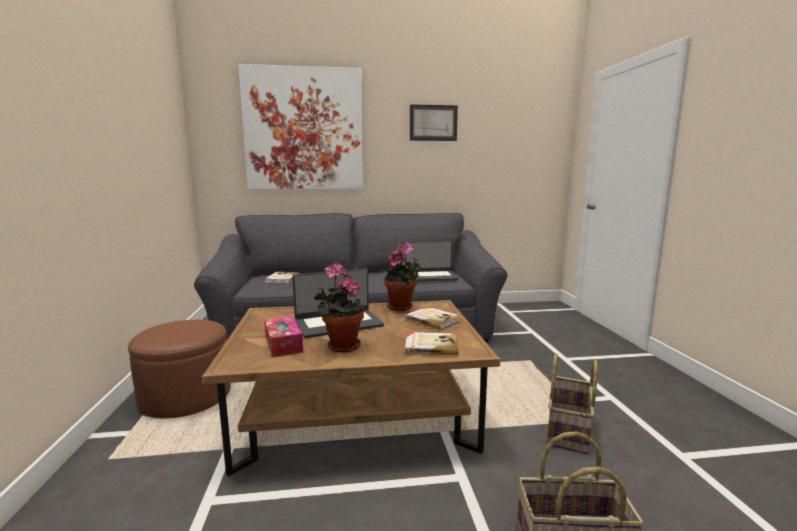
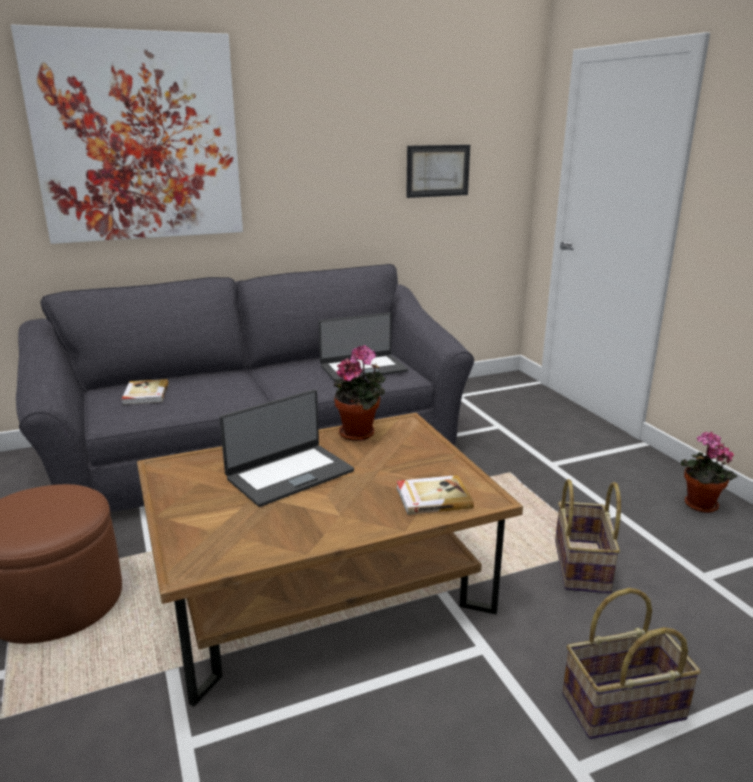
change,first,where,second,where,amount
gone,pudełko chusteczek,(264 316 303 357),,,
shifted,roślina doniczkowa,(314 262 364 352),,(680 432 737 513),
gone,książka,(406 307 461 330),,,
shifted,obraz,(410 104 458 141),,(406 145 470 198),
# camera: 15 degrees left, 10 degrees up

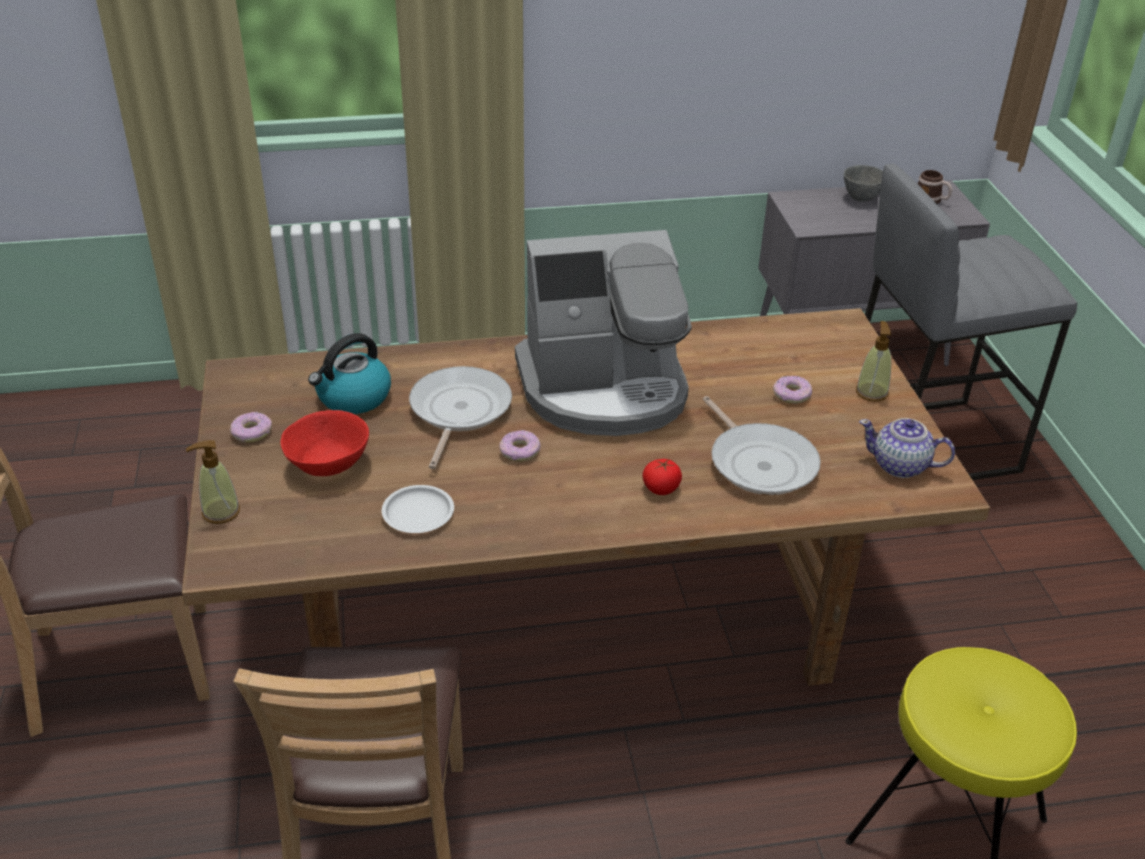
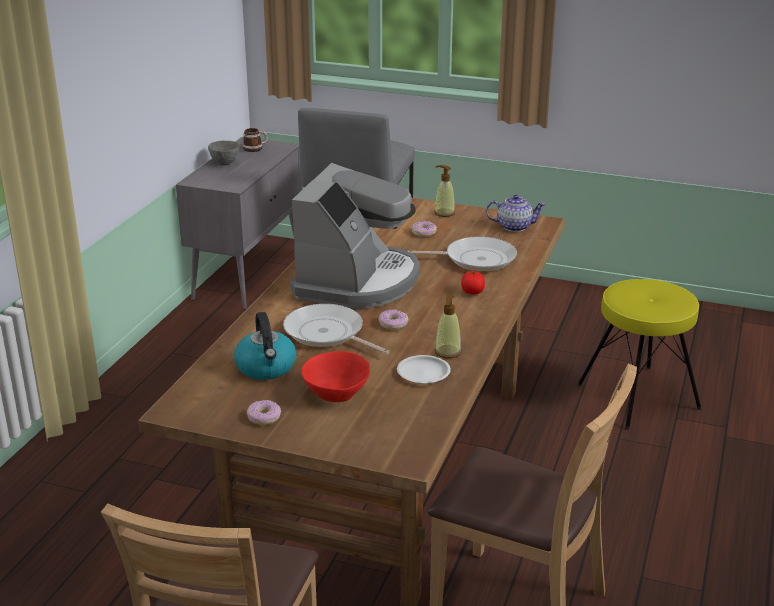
change,first,where,second,where,amount
shifted,dozownik mydła,(186 440 240 524),,(435 295 461 358),
rotated,imbryk,(859 418 955 478),,(486 195 546 232),135 degrees counterclockwise
# camera: 60 degrees left, 10 degrees down

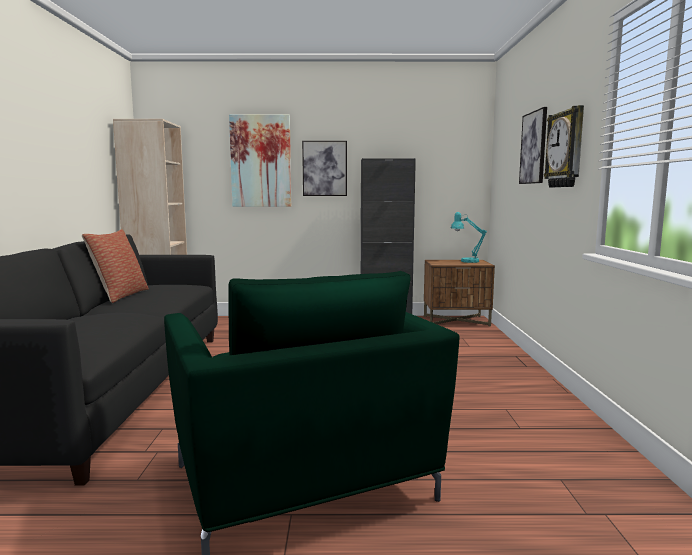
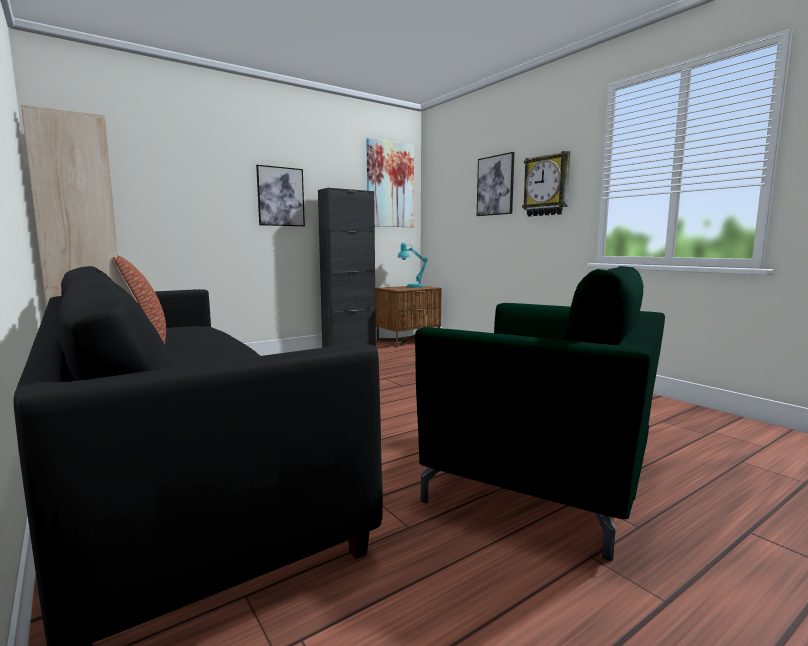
change,first,where,second,where,amount
shifted,obraz,(229 115 291 207),,(367 138 414 227),
# camera: 35 degrees left, 0 degrees up

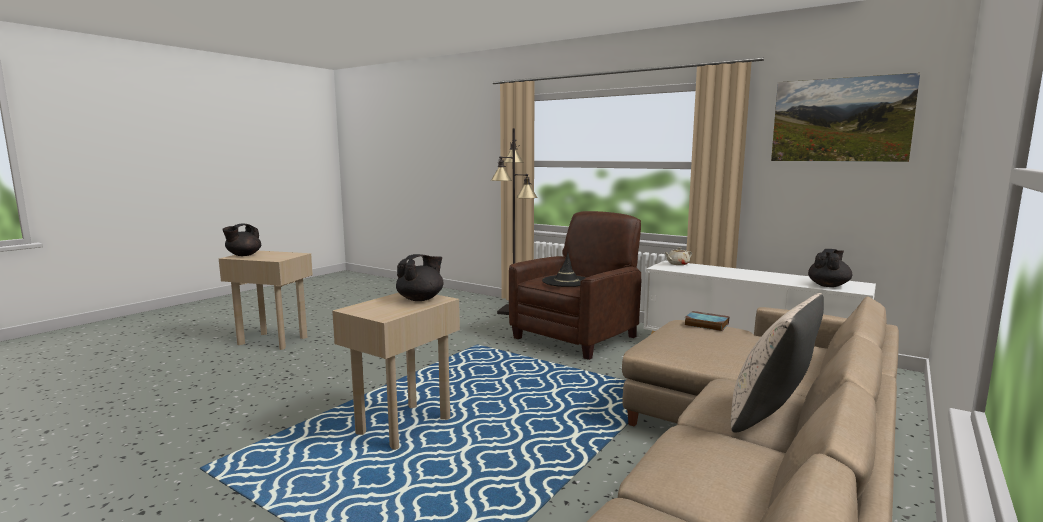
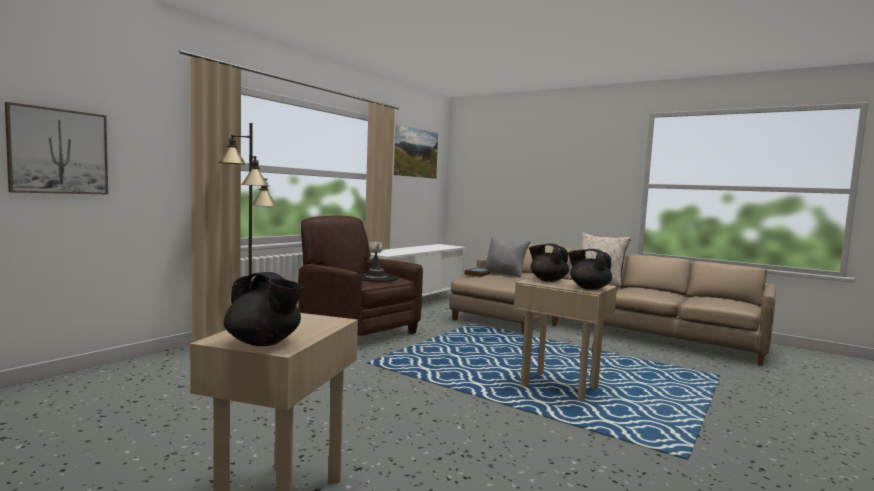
change,first,where,second,where,amount
shifted,imbryk/czarny,(808 249 852 287),,(568 249 612 290),
new,,,obraz,(5 102 108 194),
new,,,poduszka/szary,(484 237 531 277),
# camera: 90 degrees left, 5 degrees down

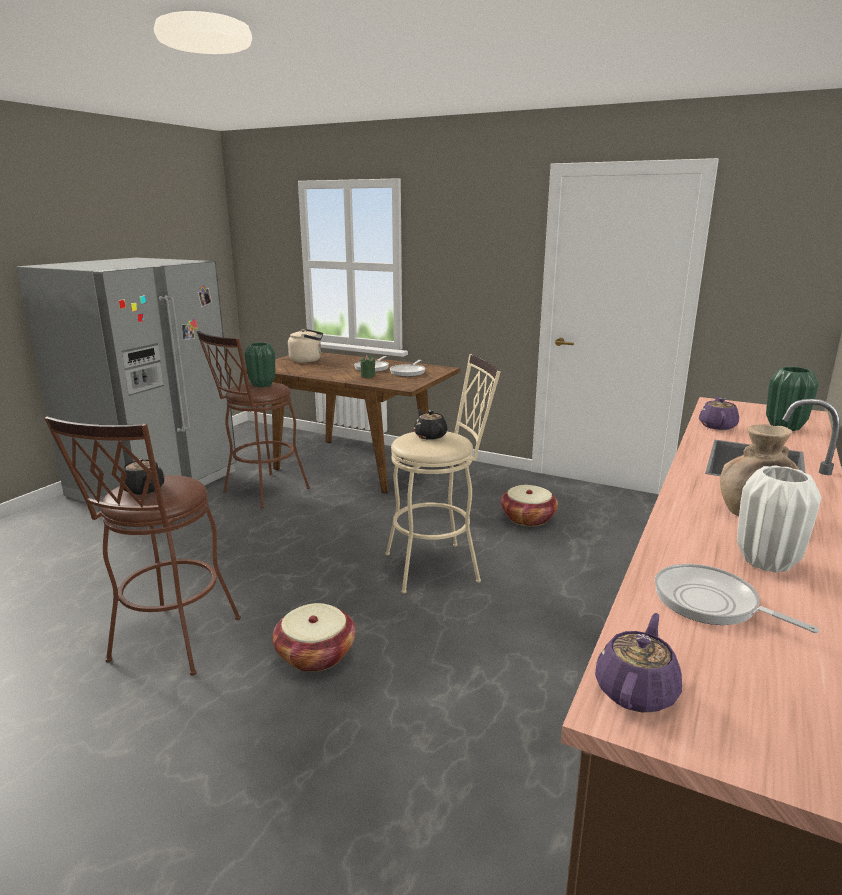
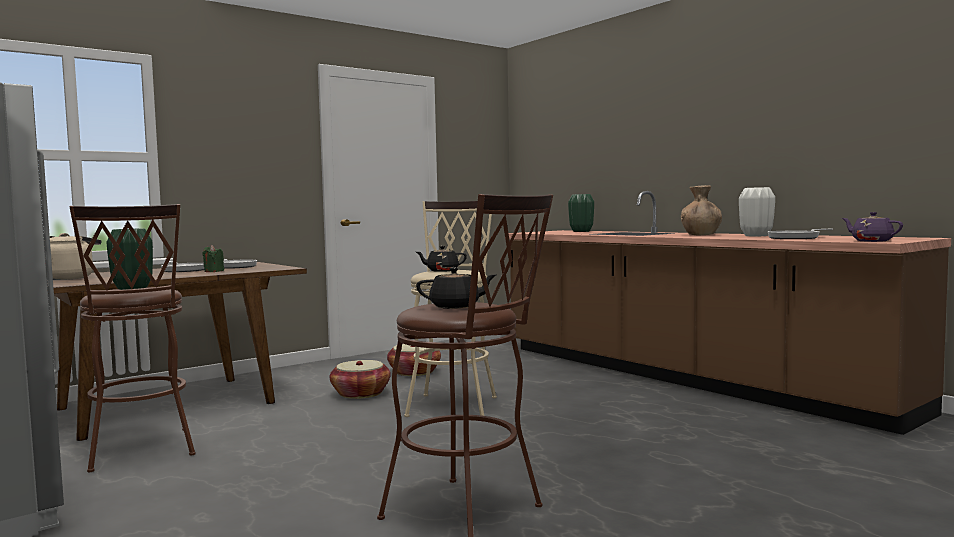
change,first,where,second,where,amount
shifted,koszyk,(273 603 356 672),,(330 360 391 399),
gone,imbryk/fioletowy,(699 396 739 430),,,
# camera: 65 degrees left, 15 degrees down

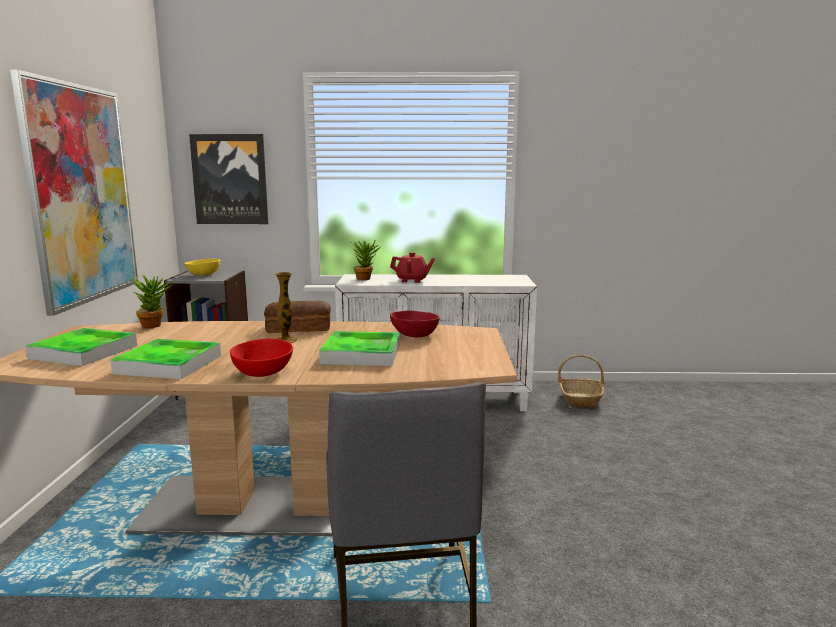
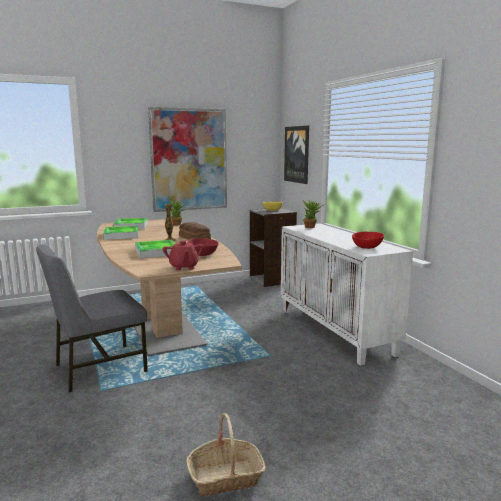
change,first,where,second,where,amount
shifted,miska/czerwony,(230 339 293 377),,(352 232 384 249),
shifted,imbryk/czerwony,(390 252 435 283),,(163 241 204 270),
shifted,koszyk,(558 355 605 408),,(186 413 266 496),
# camera: 65 degrees right, 0 degrees up

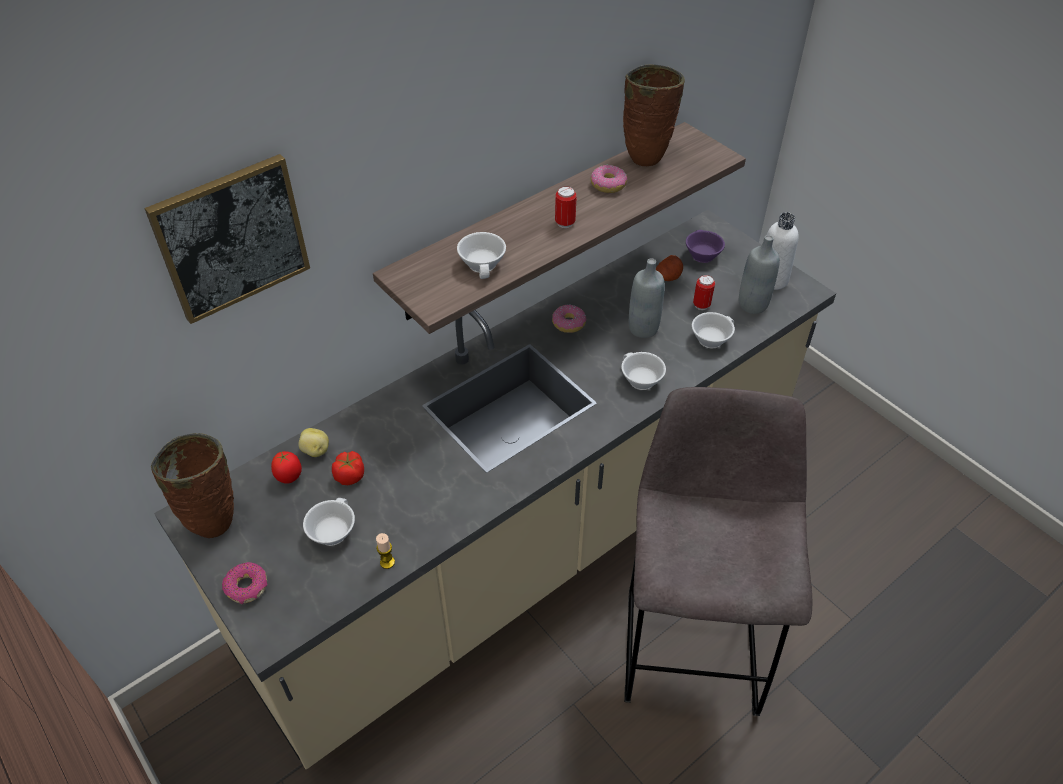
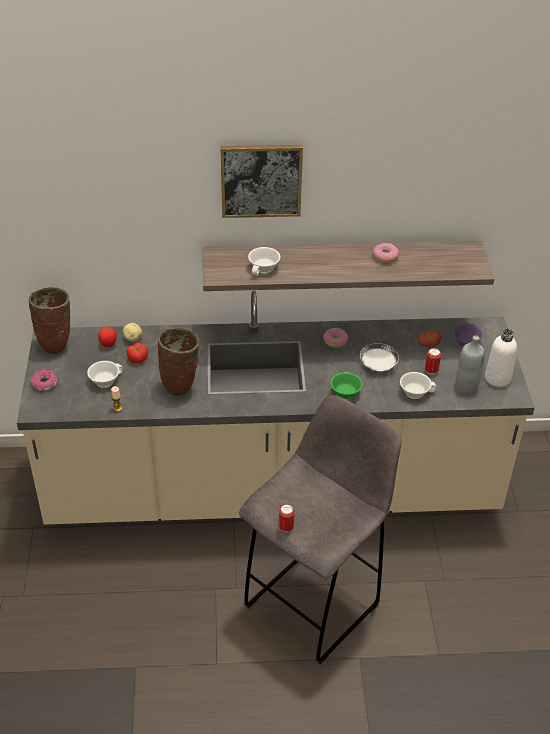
change,first,where,second,where,amount
shifted,obraz,(144 154 310 324),,(220 145 303 218),
shifted,puszka,(555 186 576 228),,(279 504 294 532),
repainted,filiżanka/biały,(621 352 666 390),filiżanka/zielony,(331 372 362 400),
shifted,wazon/brązowy,(623 64 685 166),,(158 328 199 396),
swapped,butelka/szary,(629 258 665 338),talerz/biały,(360 343 399 371),
# camera: 35 degrees right, 5 degrees down

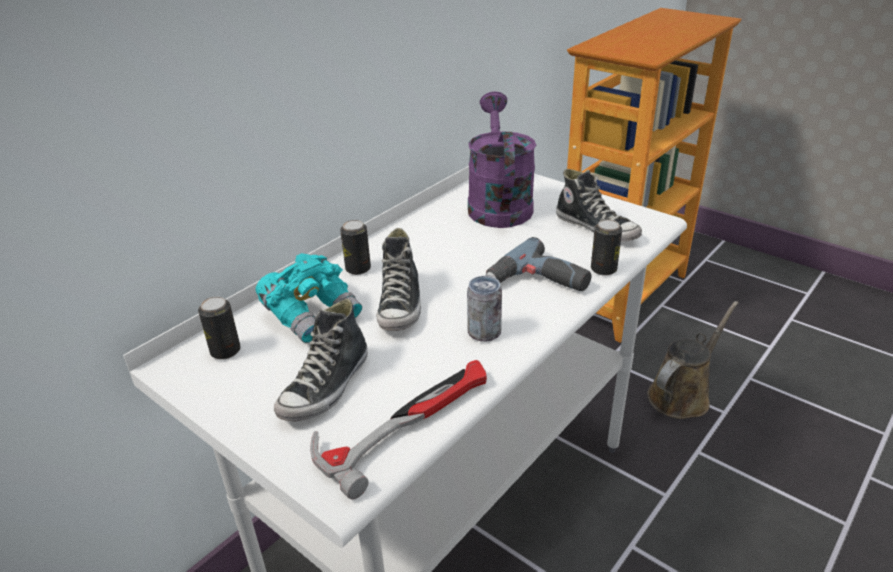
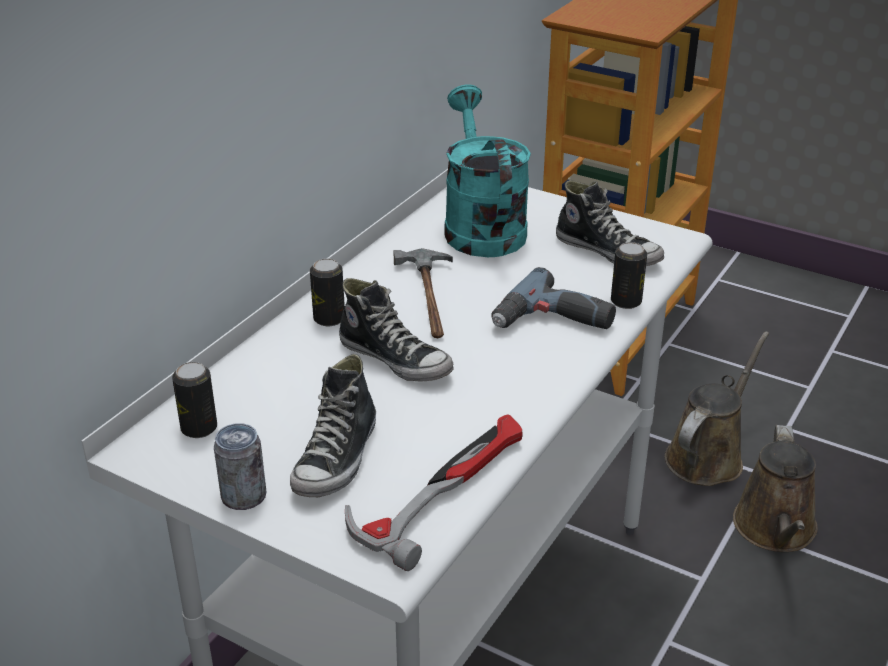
change,first,where,second,where,amount
gone,lornetka/turkusowy,(255 253 362 343),,,
rotated,but,(376 228 421 331),,(339 278 454 382),45 degrees counterclockwise
shifted,puszka,(467 276 502 342),,(214 423 266 510),
repainted,konewka/fioletowy,(468 91 536 228),konewka/turkusowy,(444 84 531 257),
new,,,młotek,(393 248 453 338),
new,,,konewka/brązowy,(733 425 818 552),
# camera: 10 degrees left, 0 degrees up

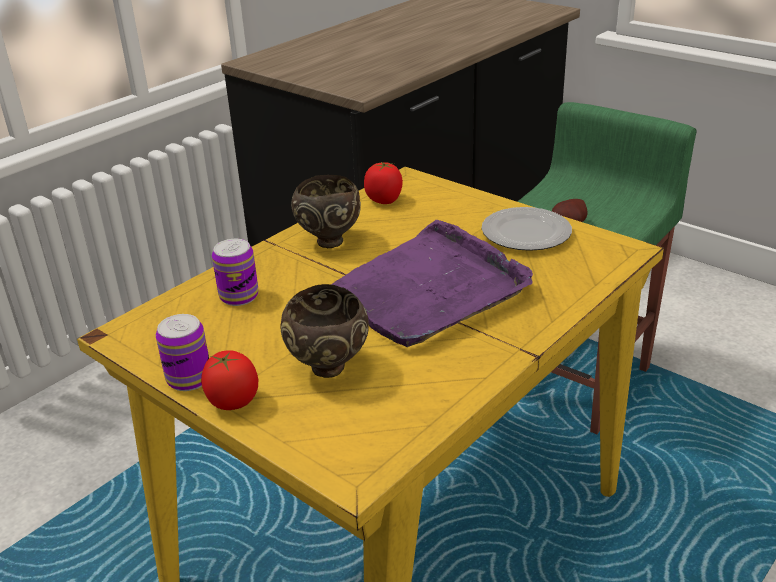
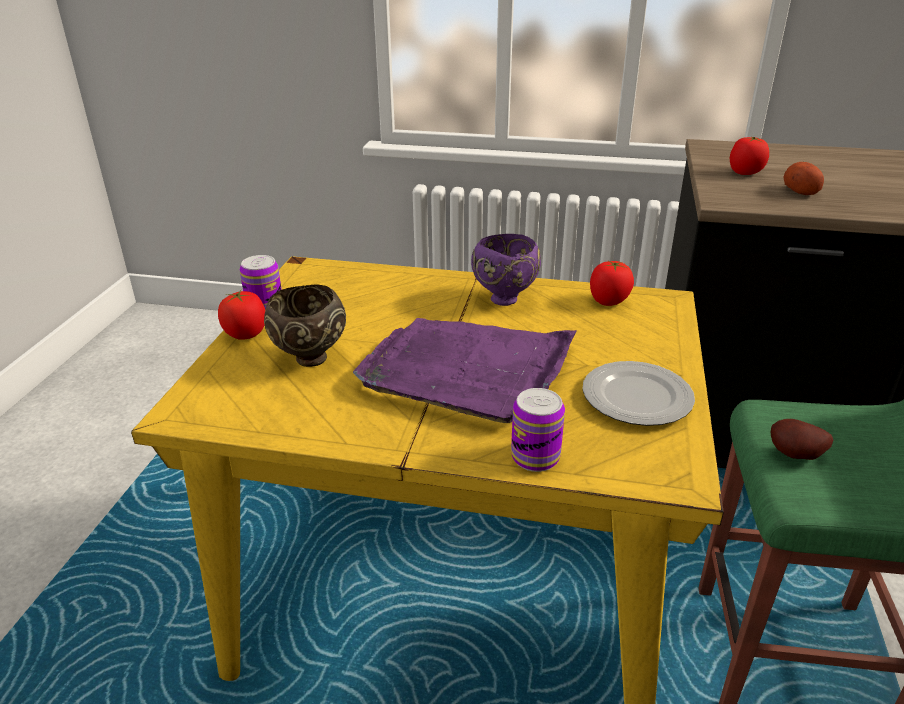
change,first,where,second,where,amount
shifted,puszka,(212 239 258 306),,(511 388 565 472),
repainted,miska/brązowy,(291 175 361 248),miska/fioletowy,(471 234 541 306),
new,,,pomidor,(730 136 769 175),
new,,,ziemniak,(784 162 824 195),
# camera: 60 degrees right, 0 degrees up

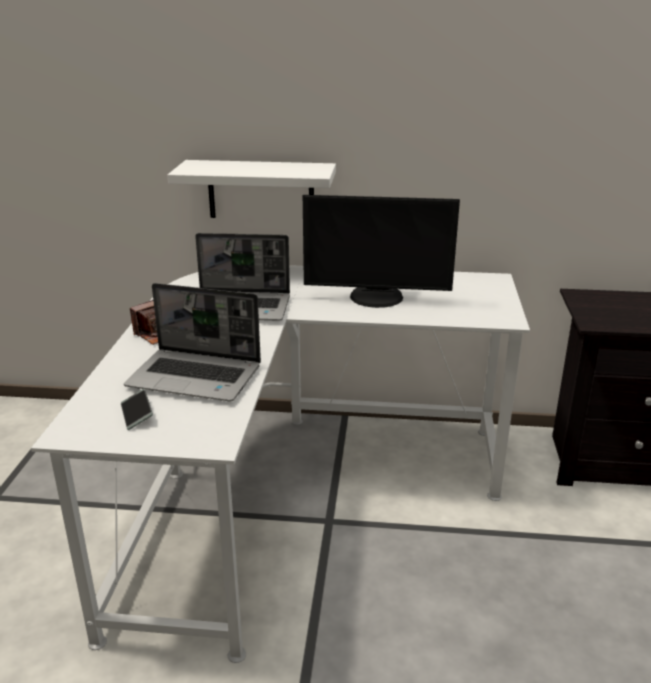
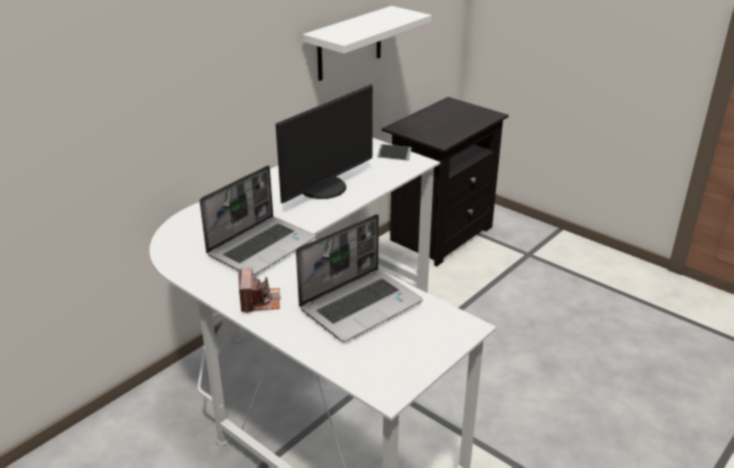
change,first,where,second,where,amount
shifted,telefon,(121 389 153 430),,(377 144 412 160),
shifted,półka/biały,(167 160 336 218),,(303 6 432 81),
# camera: 55 degrees left, 5 degrees up

